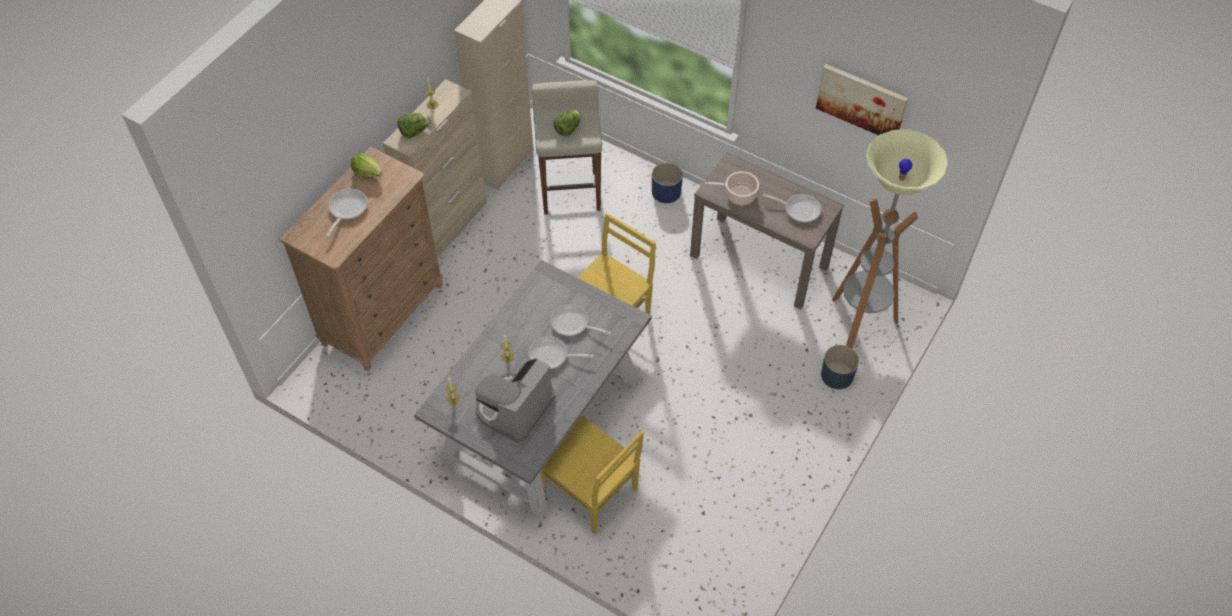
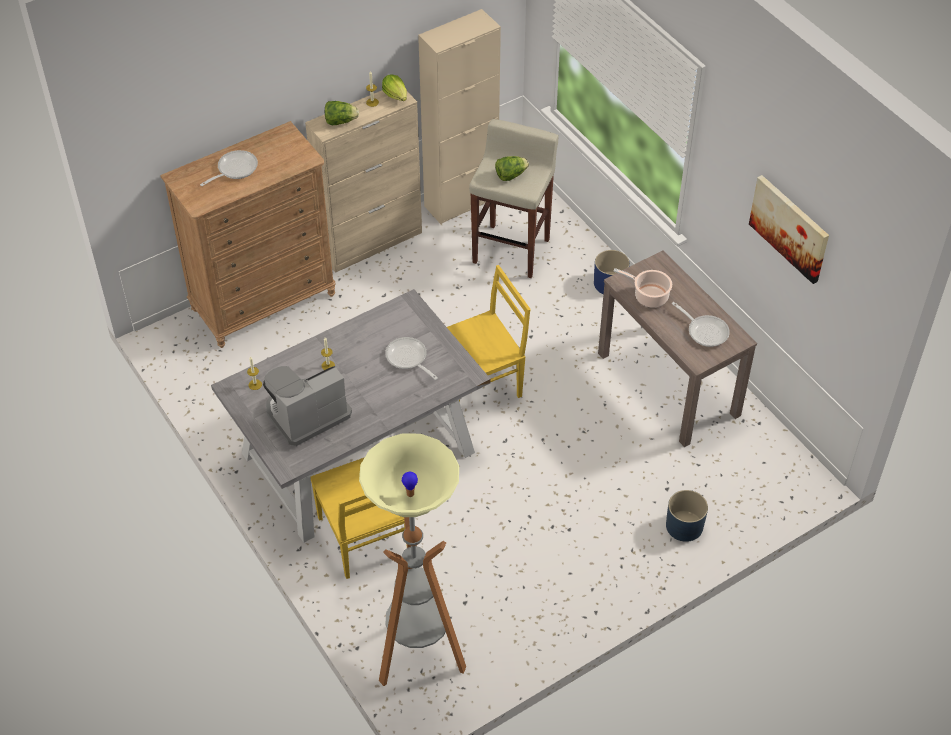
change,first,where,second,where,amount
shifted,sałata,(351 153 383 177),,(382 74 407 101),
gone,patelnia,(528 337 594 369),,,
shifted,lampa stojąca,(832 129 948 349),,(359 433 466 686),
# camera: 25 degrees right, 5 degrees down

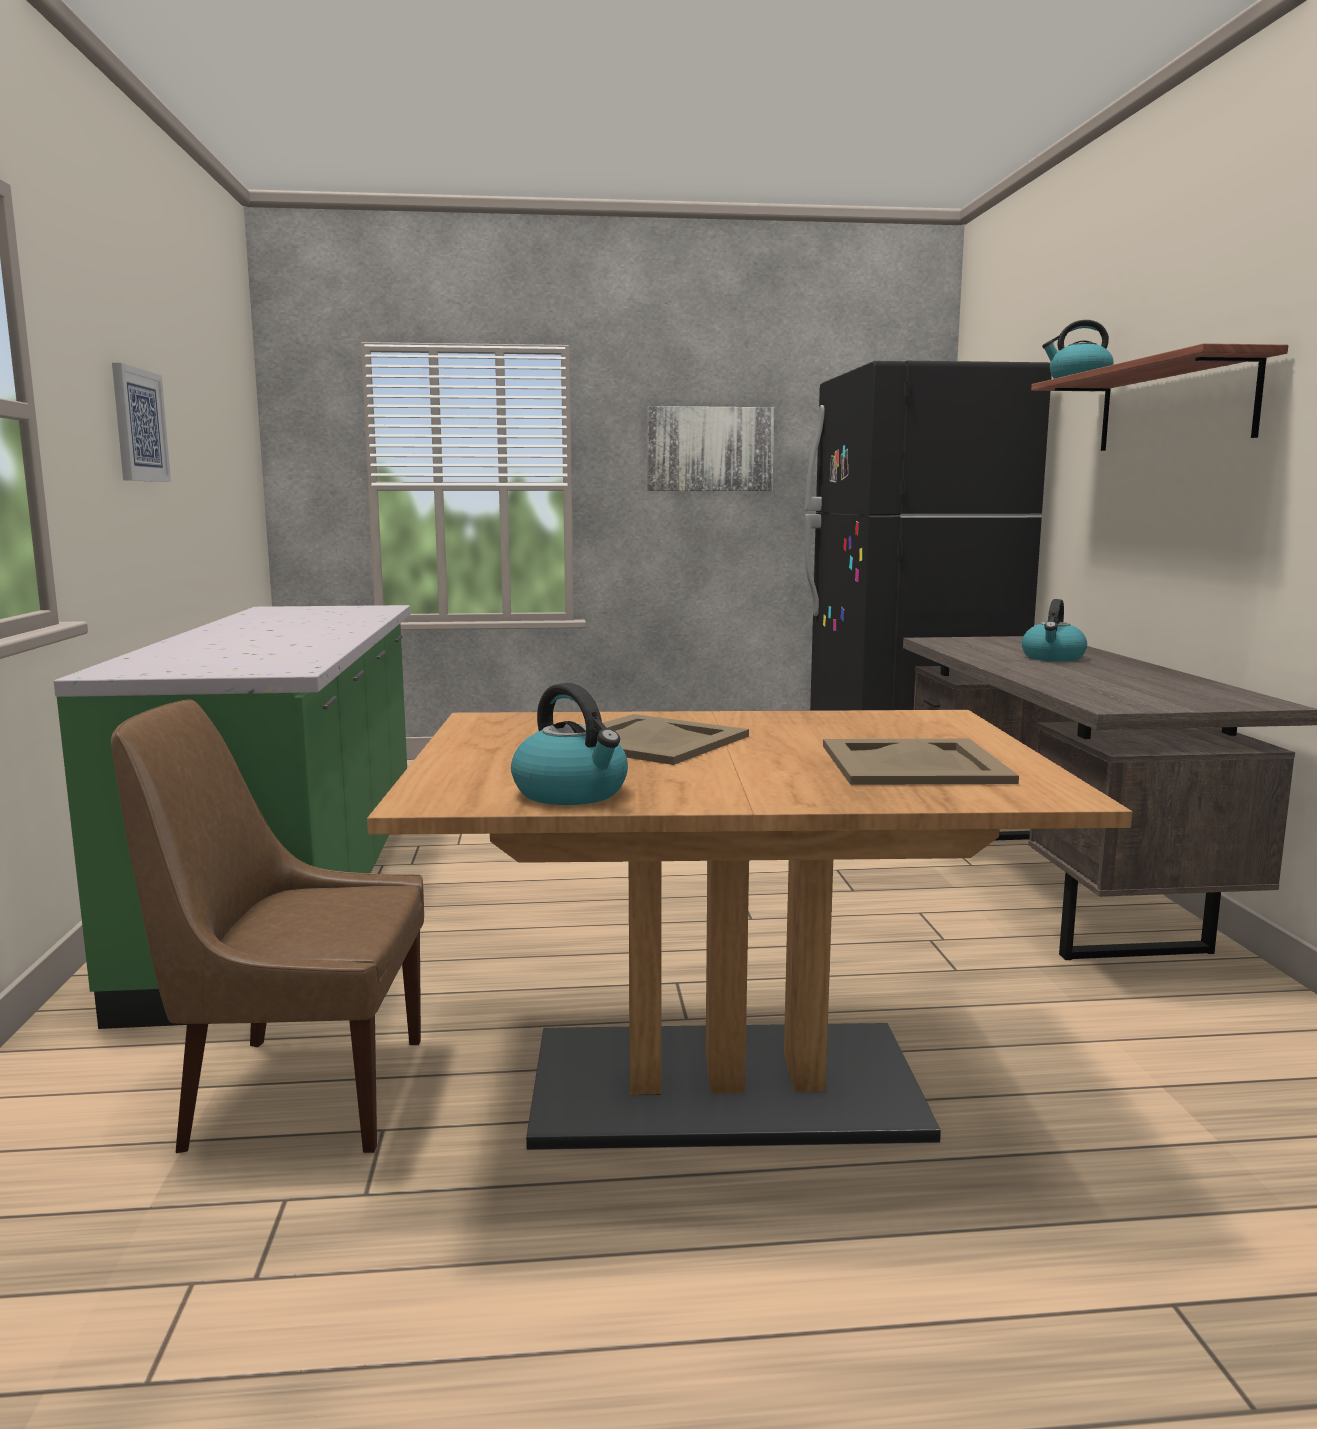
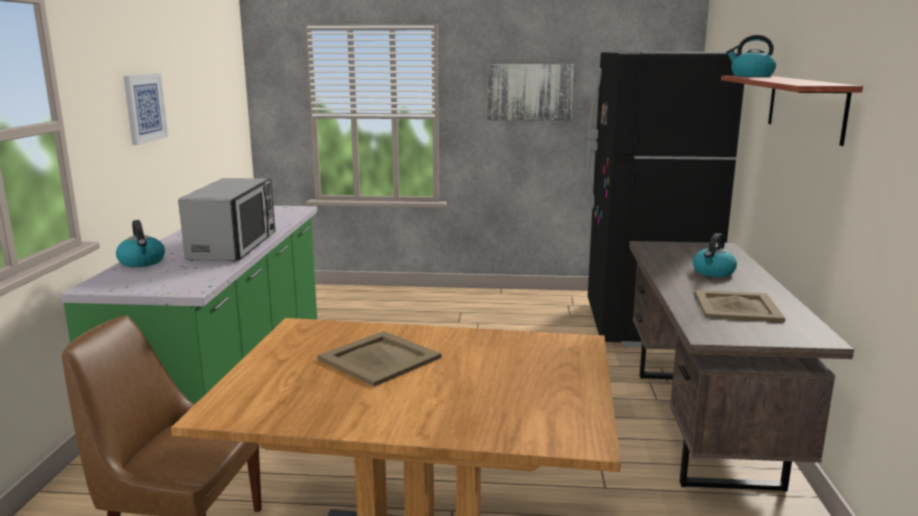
change,first,where,second,where,amount
shifted,czajnik,(511 683 628 805),,(116 220 165 267),
shifted,taca/beżowy,(823 739 1019 785),,(694 290 785 322),
new,,,mikrofalówka,(178 178 275 261),
# camera: 10 degrees right, 5 degrees up

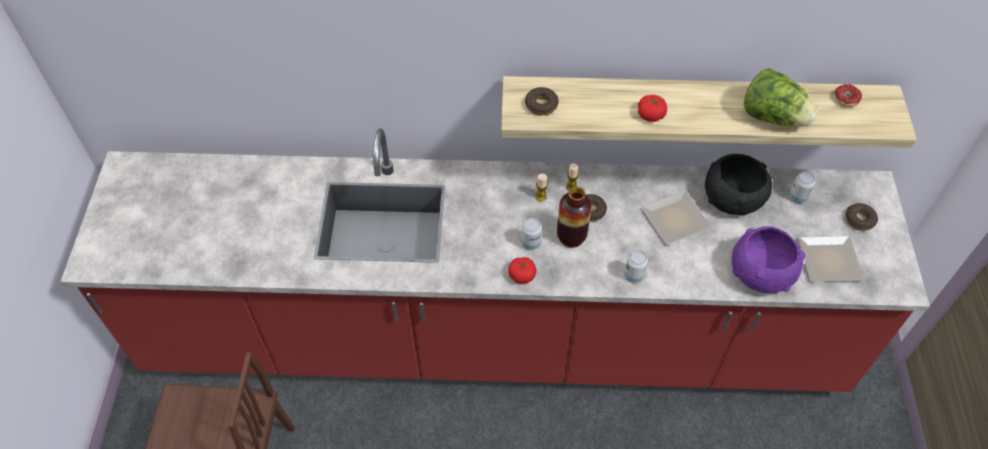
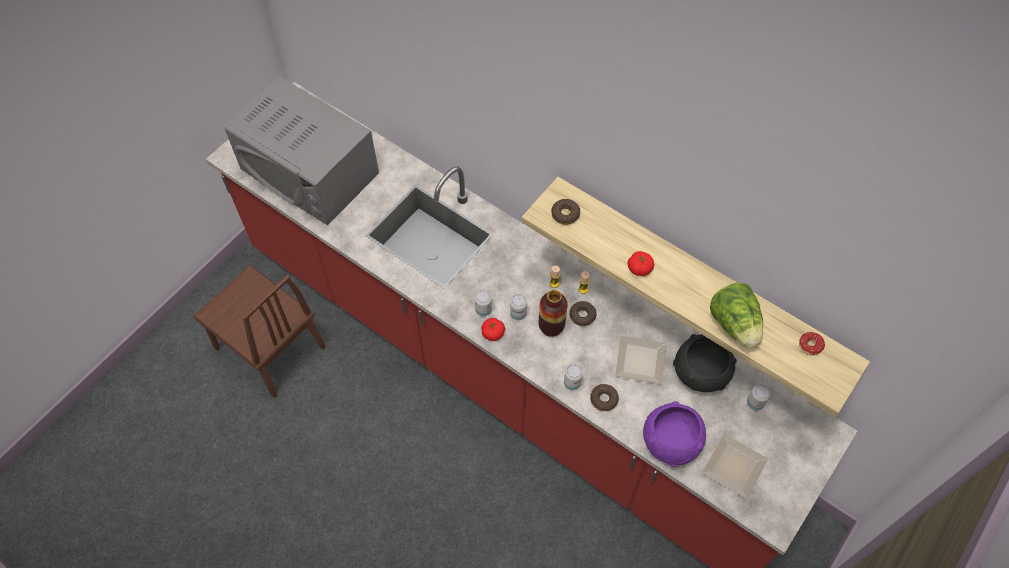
change,first,where,second,where,amount
shifted,donut,(846 203 878 231),,(590 384 619 411),
new,,,mikrofalówka/szary,(224 76 379 225),
new,,,puszka,(475 290 492 316),
# camera: 35 degrees right, 5 degrees up

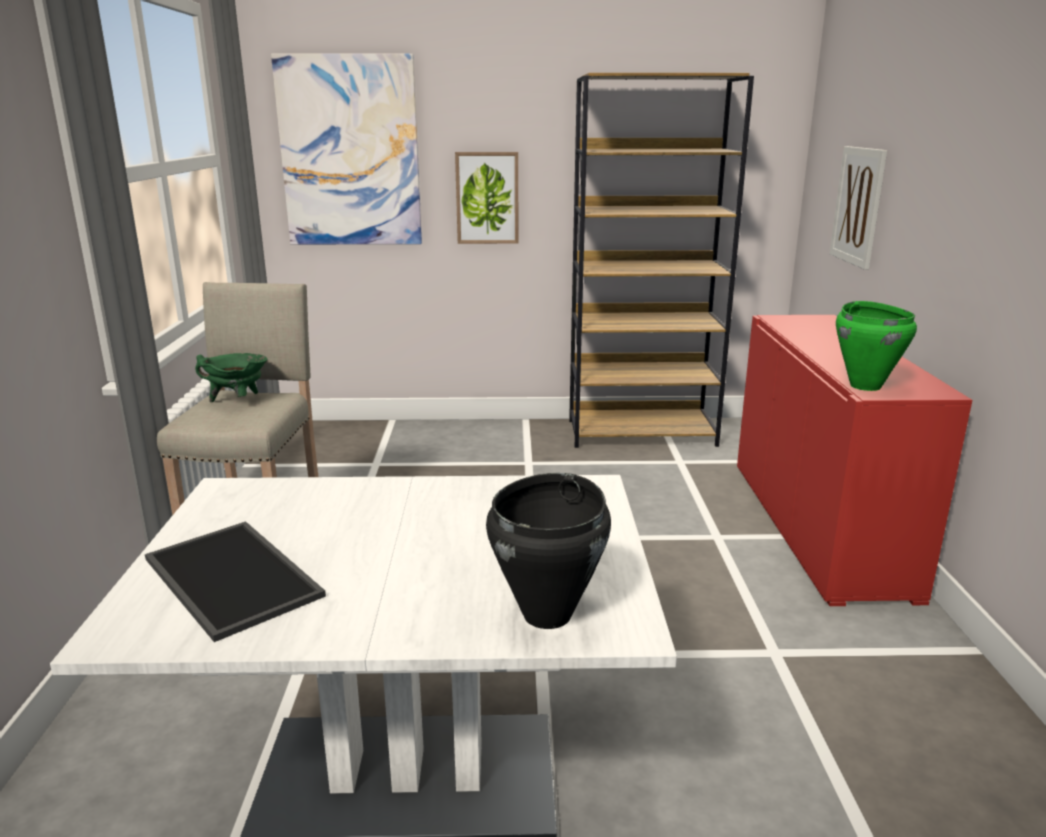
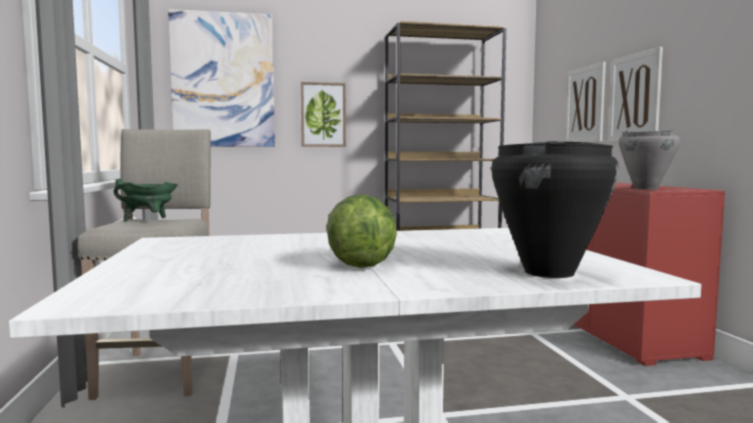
change,first,where,second,where,amount
gone,taca,(145 521 326 642),,,
repainted,garnek/zielony,(836 301 917 391),garnek/szary,(619 131 680 190),
new,,,sałata,(326 194 397 268),
new,,,obraz,(608 47 663 142),
# camera: 10 degrees left, 15 degrees down

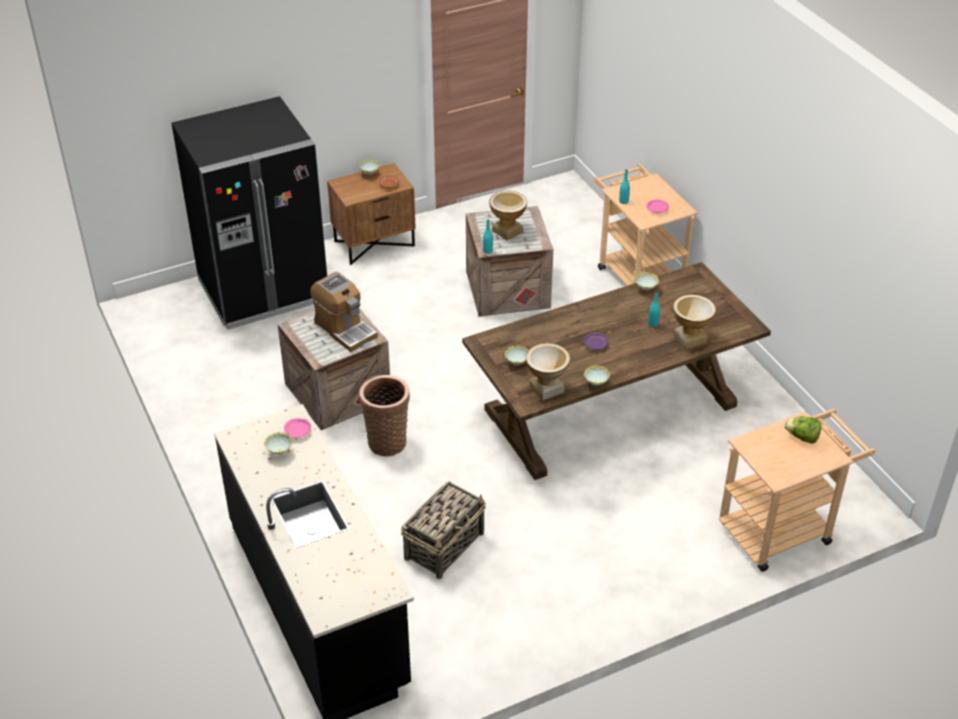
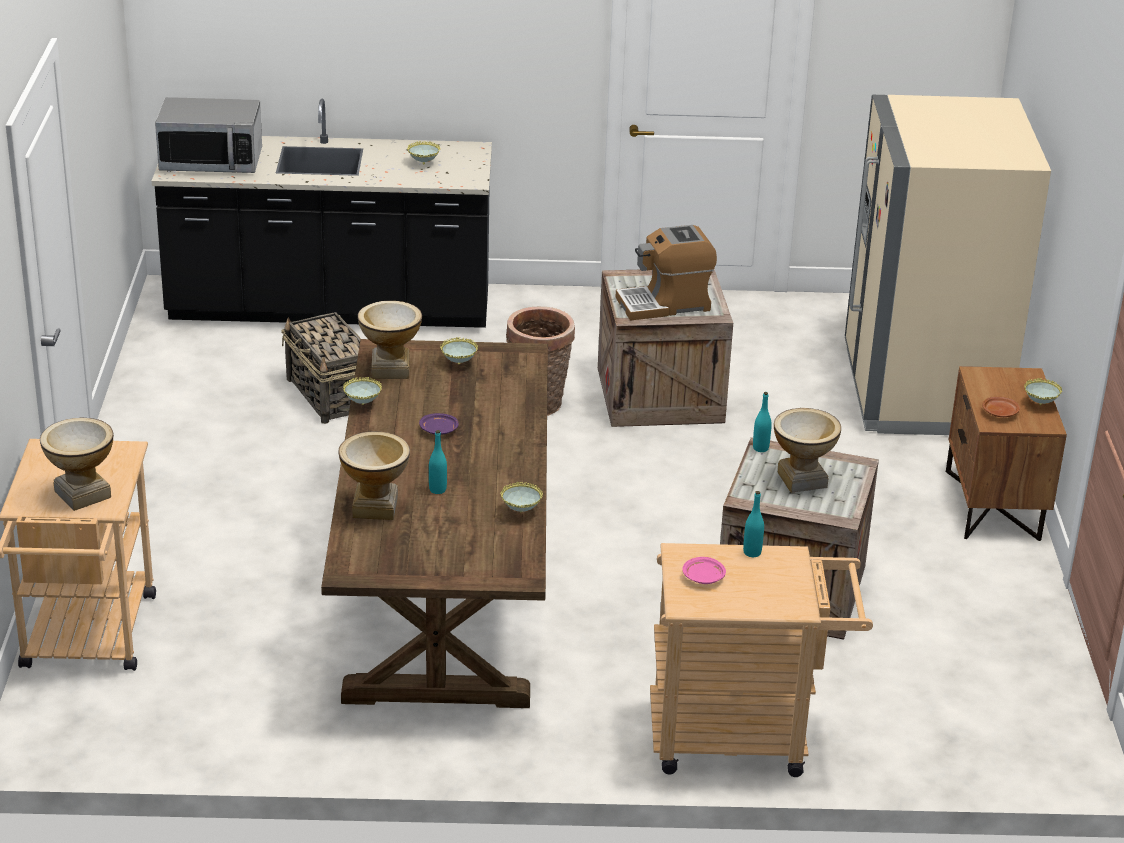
change,first,where,second,where,amount
repainted,lodówka/czarny,(172 96 327 330),lodówka/beżowy,(845 95 1051 435),
gone,talerz/różowy,(284 418 311 438),,,
swapped,sałata,(784 417 821 444),wazon,(40 417 114 511),
new,,,mikrofalówka,(155 97 262 173),
# camera: 115 degrees right, 10 degrees down

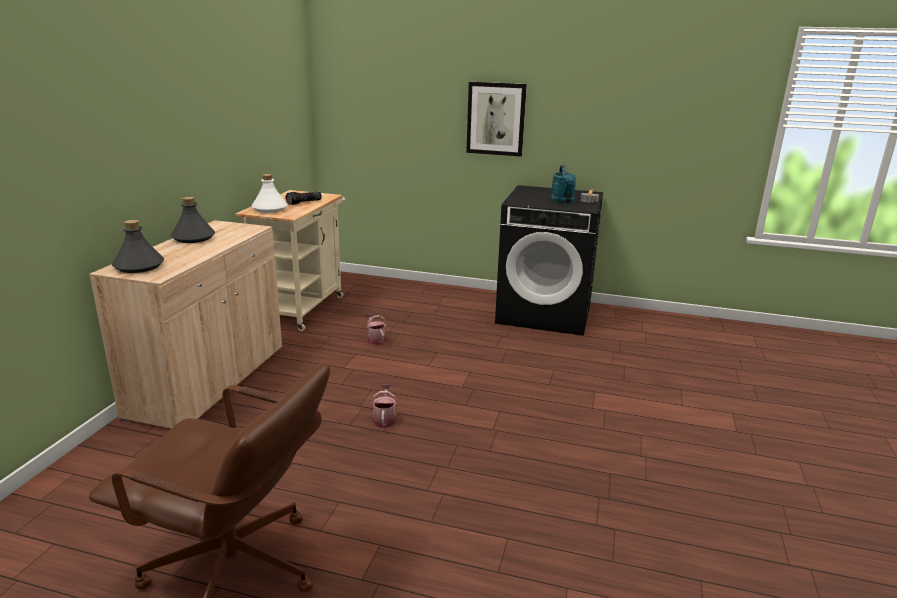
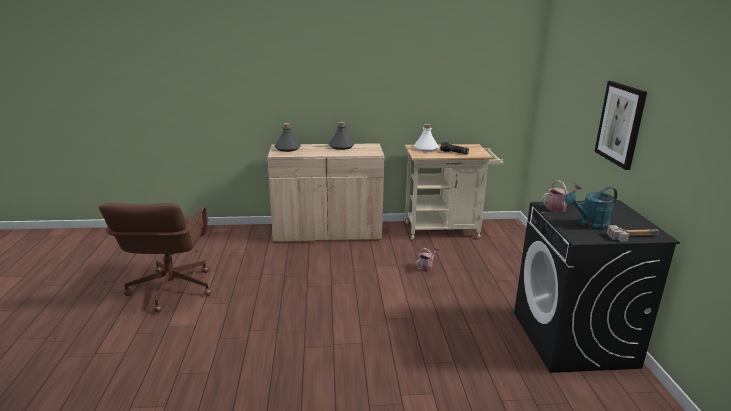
change,first,where,second,where,amount
shifted,konewka,(371 384 397 428),,(542 180 581 212),
# camera: 70 degrees right, 0 degrees up

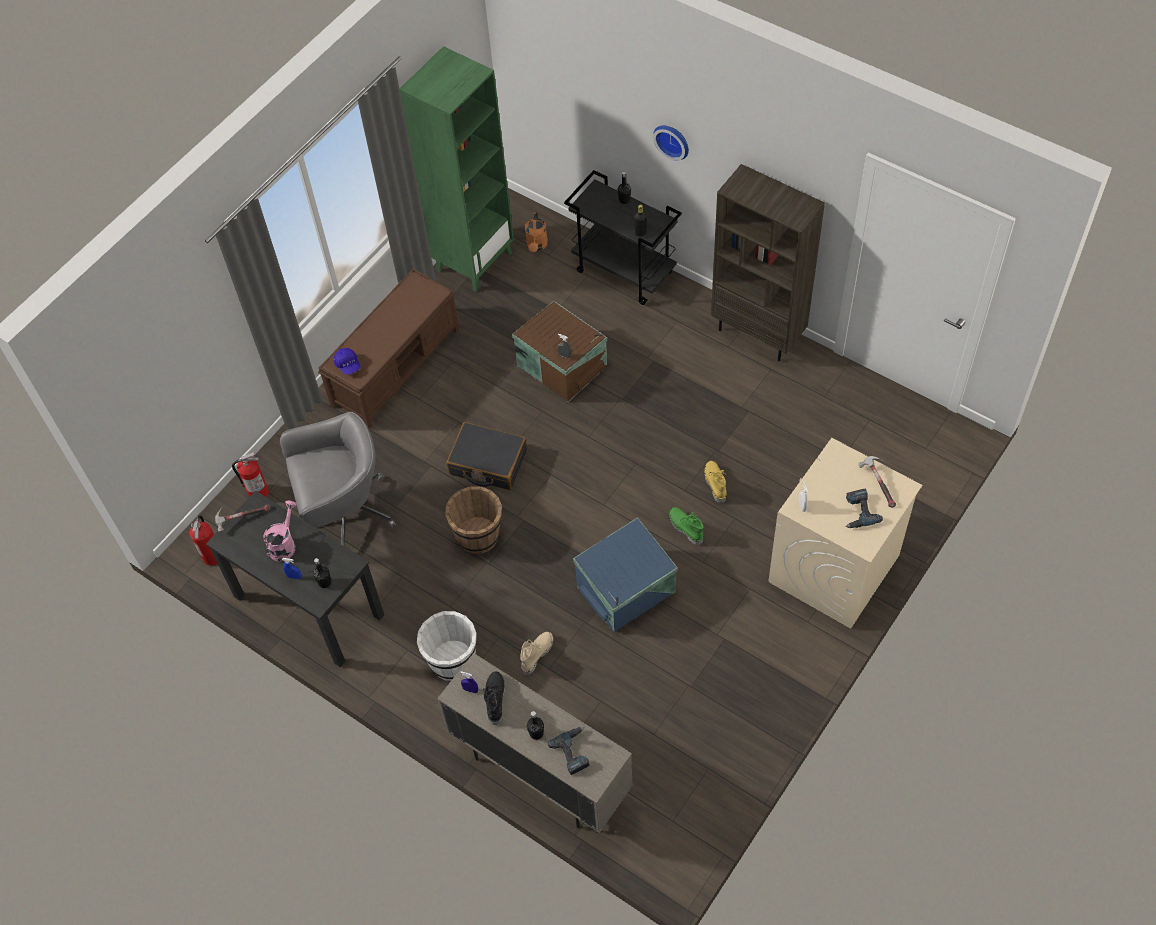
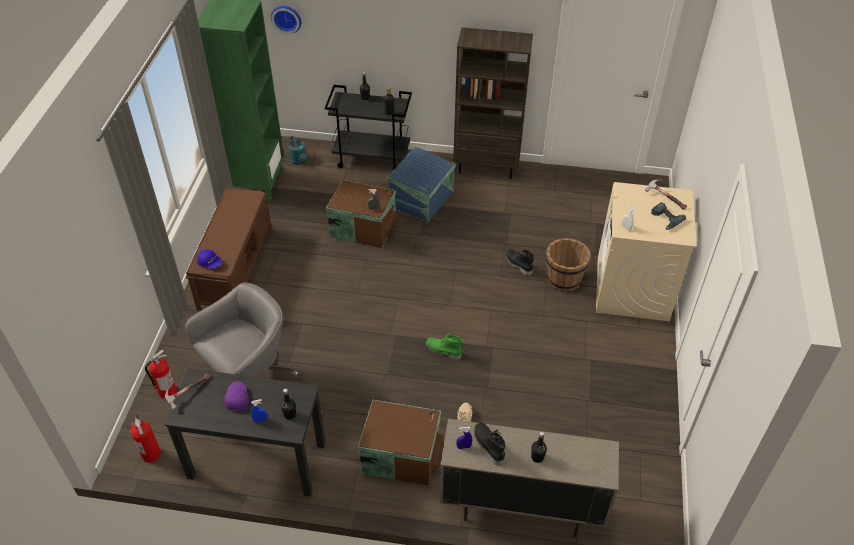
change,first,where,second,where,amount
swapped,konewka/różowy,(263 500 297 562),czapka z daszkiem/fioletowy,(225 381 249 412),
swapped,wiadro/biały,(417 611 477 681),pojemnik do przechowywania/brązowy,(358 400 443 486),
shifted,wiadro/brązowy,(445 486 502 554),,(546 238 591 292),
gone,walizka/czarny,(447 422 527 490),,,
repainted,konewka/pomarańczowy,(525 212 548 252),konewka/turkusowy,(288 136 307 165),
gone,wiertarka,(548 727 590 775),,,
shifted,pojemnik do przechowywania/niebieski,(573 517 678 633),,(388 146 456 223),
shifted,zegar ścienny,(653 125 689 161),,(271 6 301 34),
shifted,but z cholewką/zielony,(669 507 703 545),,(426 334 463 360),
repainted,but z cholewką/żółty,(704 461 727 503),but z cholewką/czarny,(505 249 534 276),
# camera: 30 degrees left, 10 degrees down

